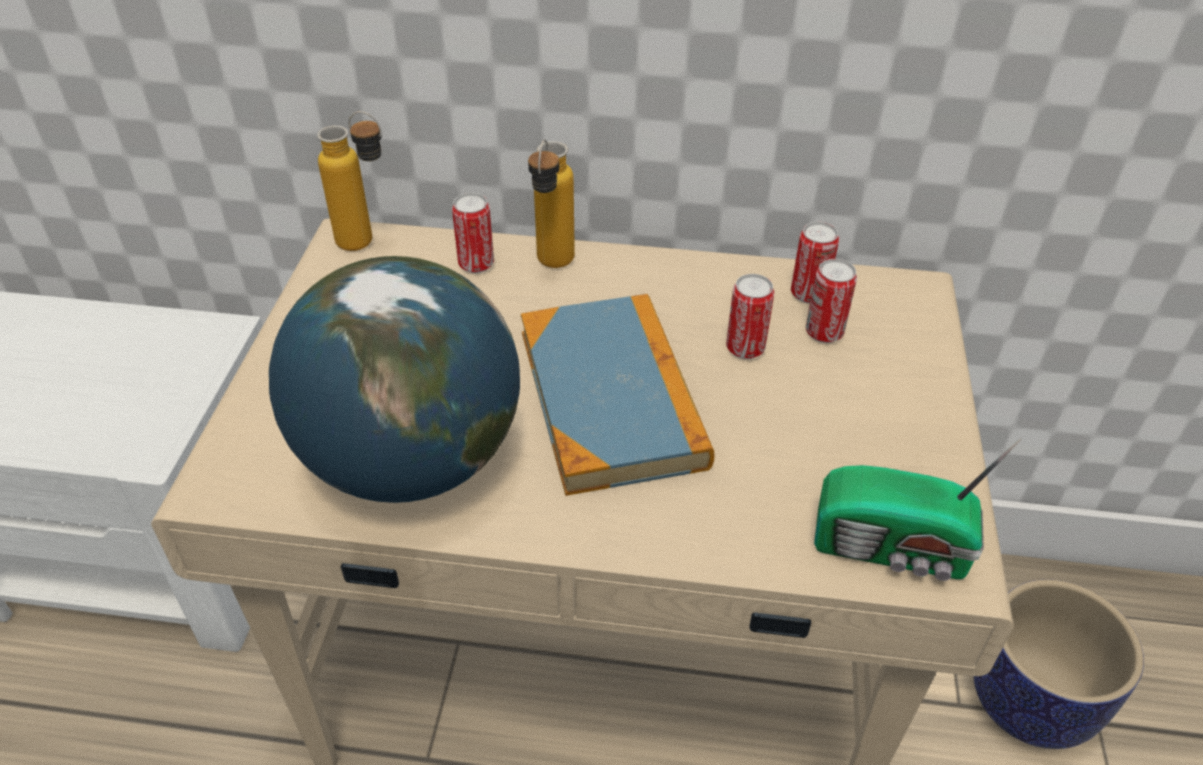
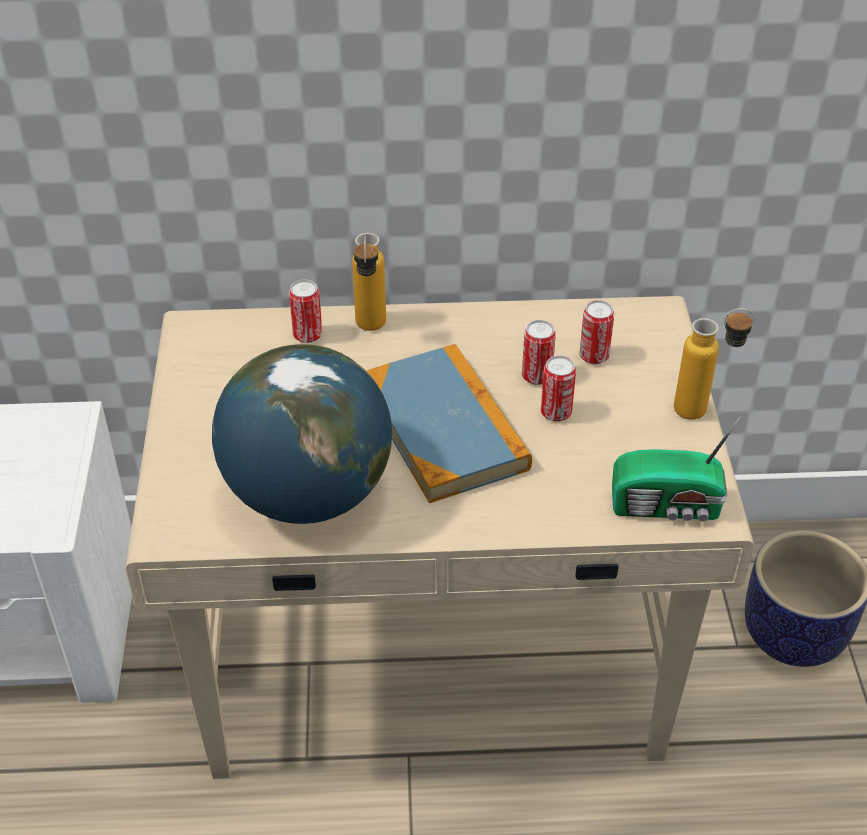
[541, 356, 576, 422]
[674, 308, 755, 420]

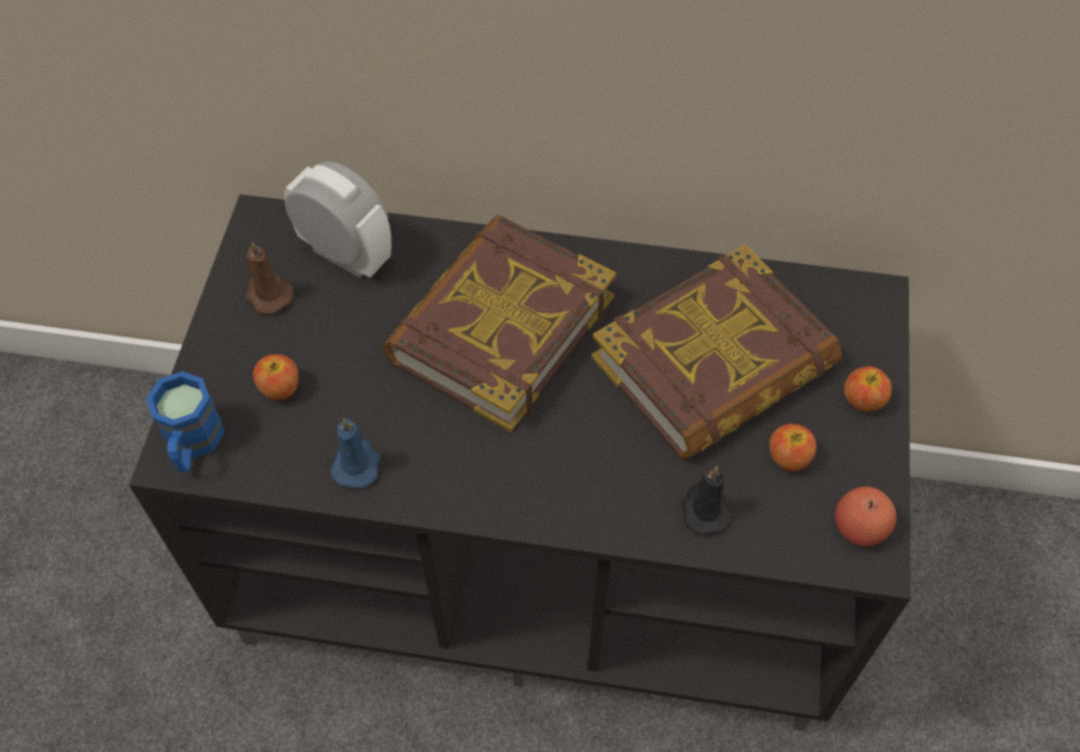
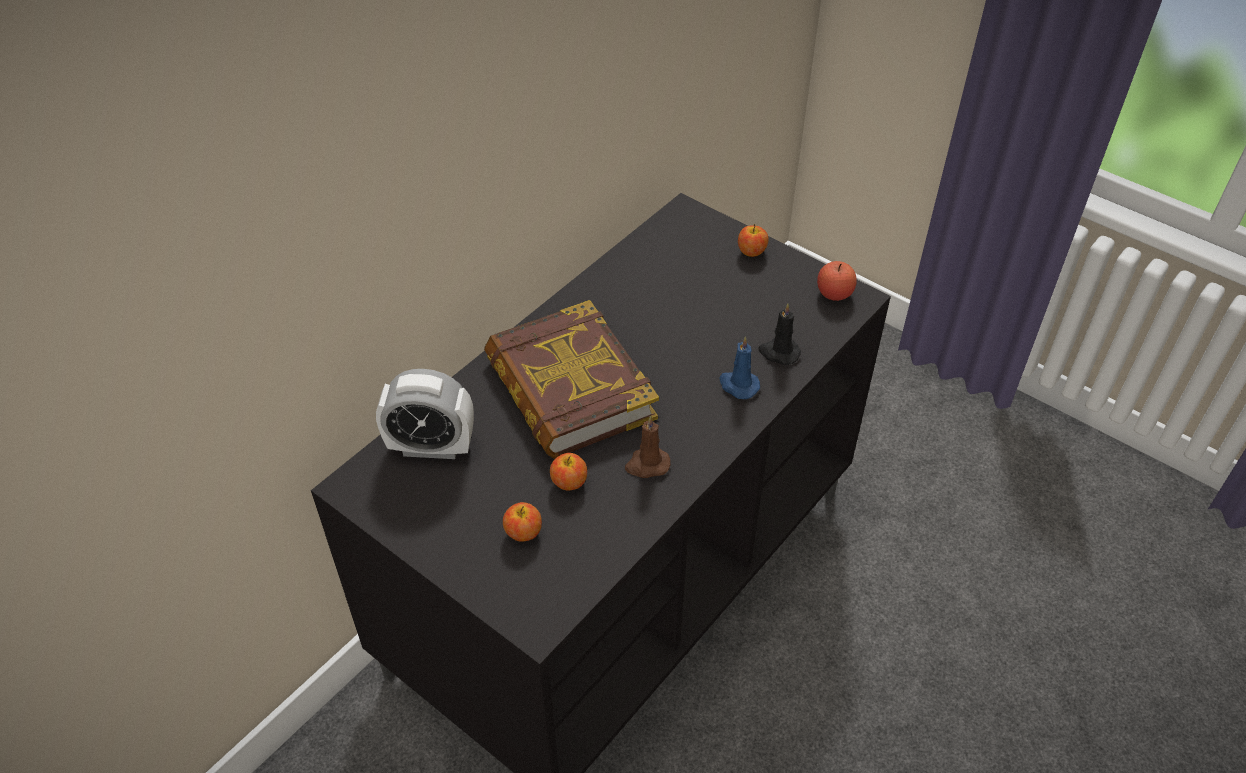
[376, 369, 474, 459]
[550, 453, 587, 490]
[625, 415, 671, 478]
[719, 336, 760, 399]
[146, 371, 225, 472] (first image)
[591, 244, 842, 459] (first image)

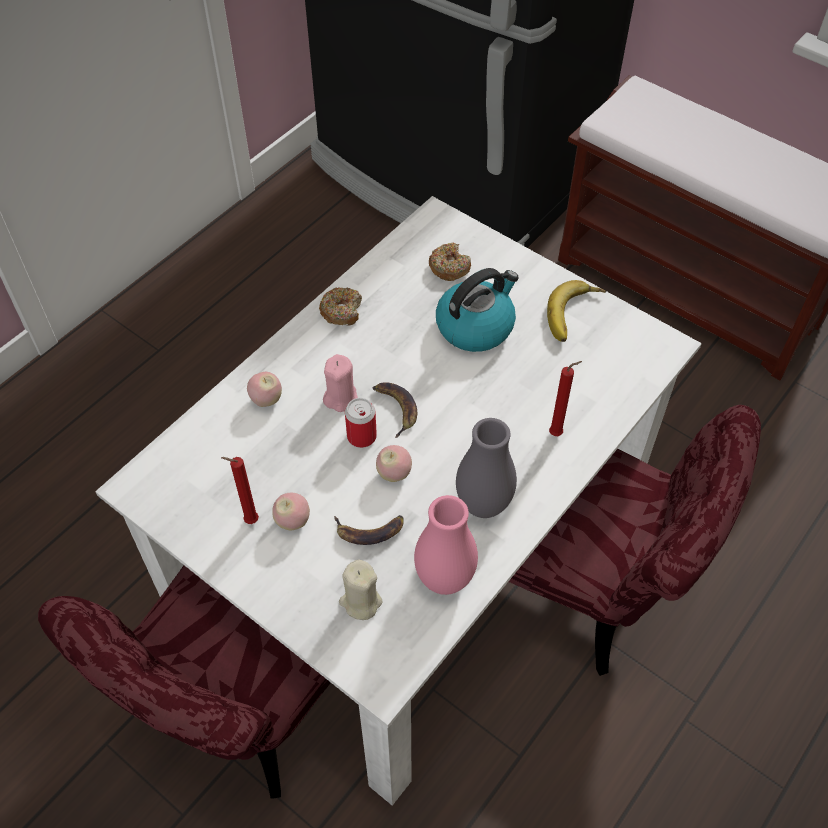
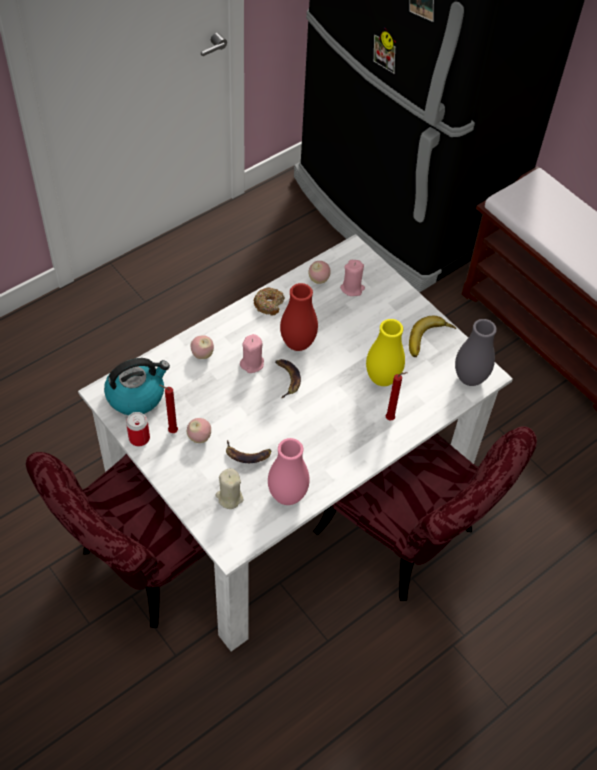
[104, 358, 170, 415]
[126, 412, 150, 446]
[280, 283, 318, 351]
[308, 261, 331, 284]
[340, 260, 365, 296]
[366, 319, 405, 386]
[455, 319, 497, 386]

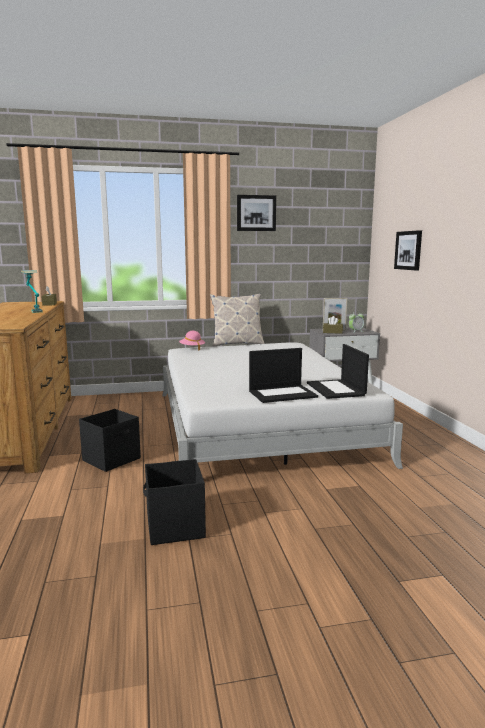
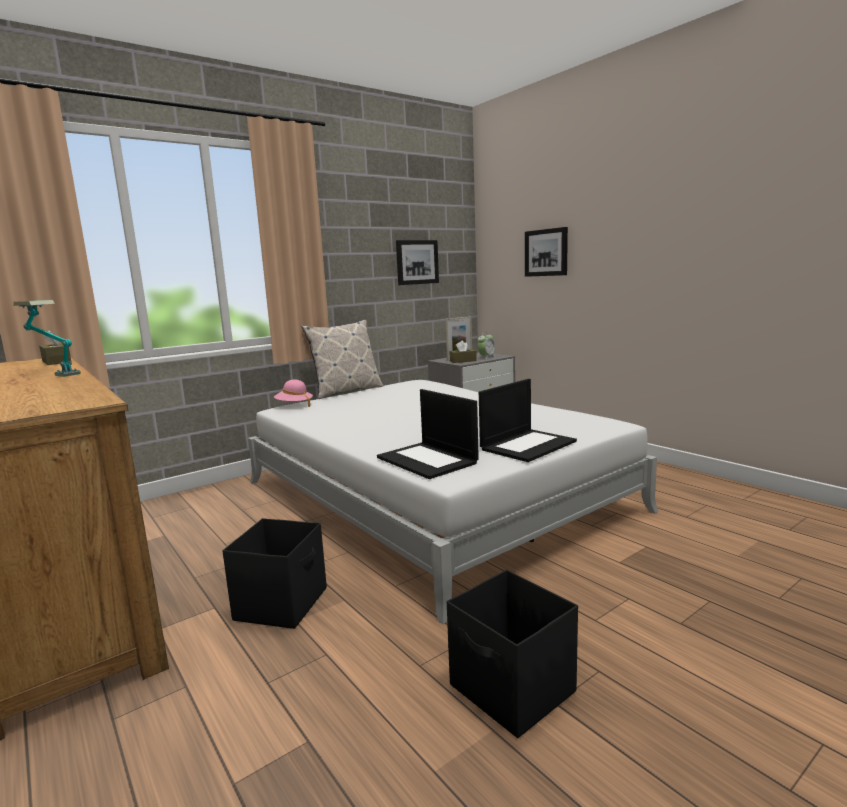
[377, 389, 479, 479]
[396, 240, 439, 285]

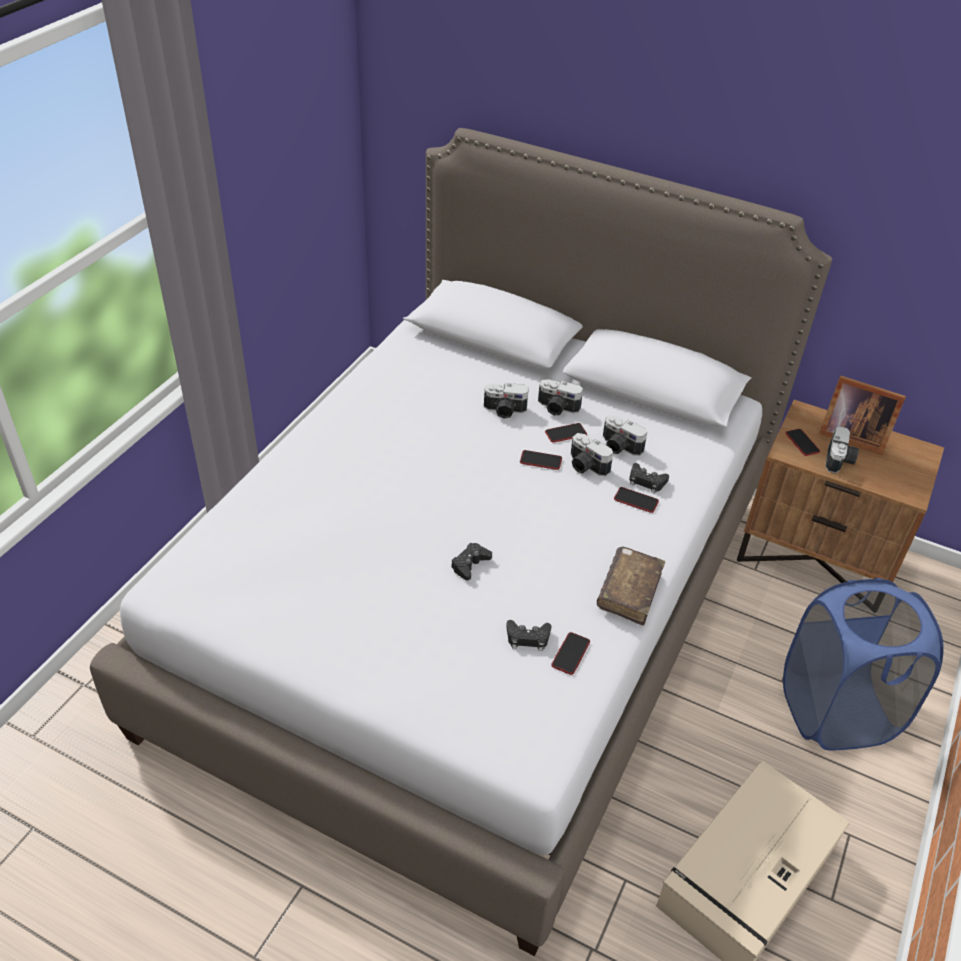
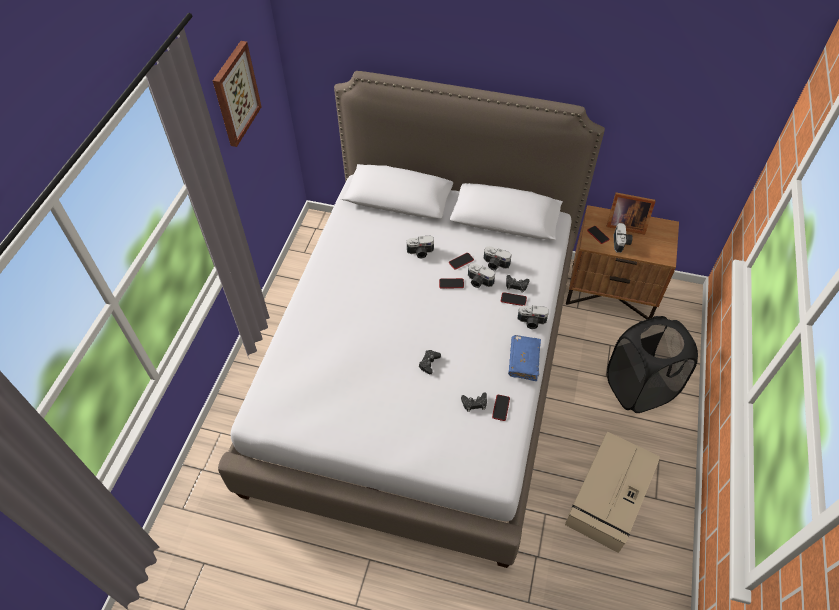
[213, 41, 262, 147]
[508, 335, 541, 381]
[517, 305, 549, 329]
[607, 316, 698, 413]

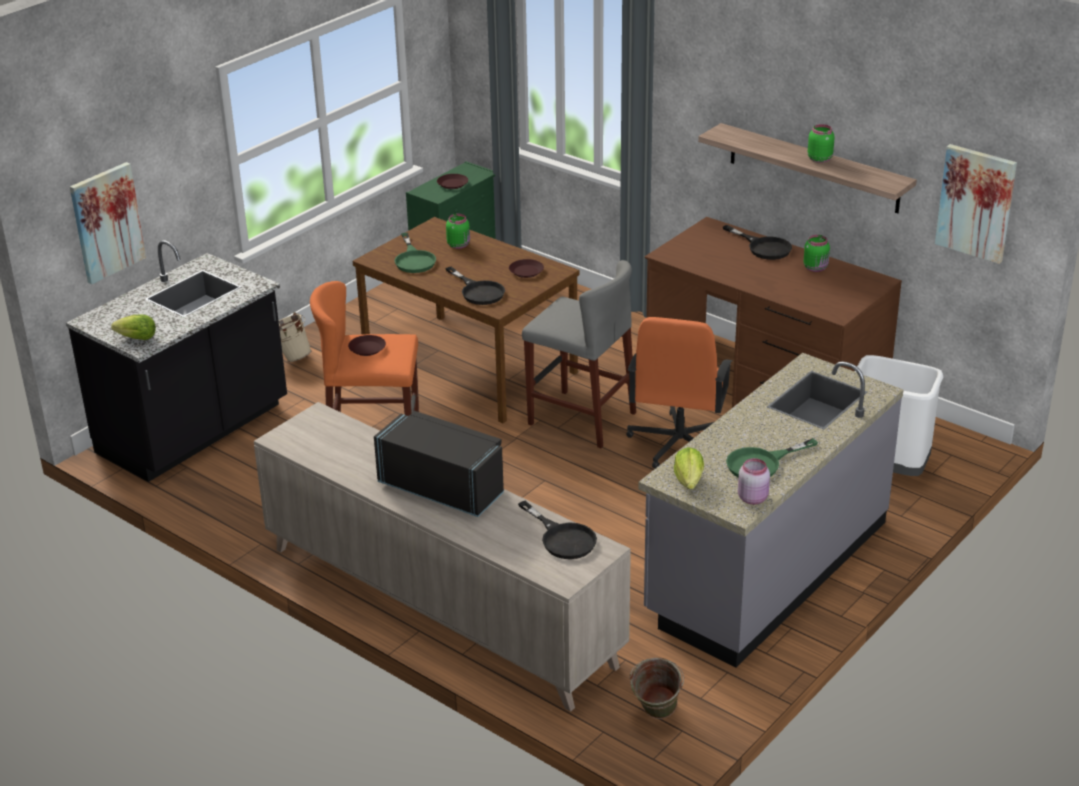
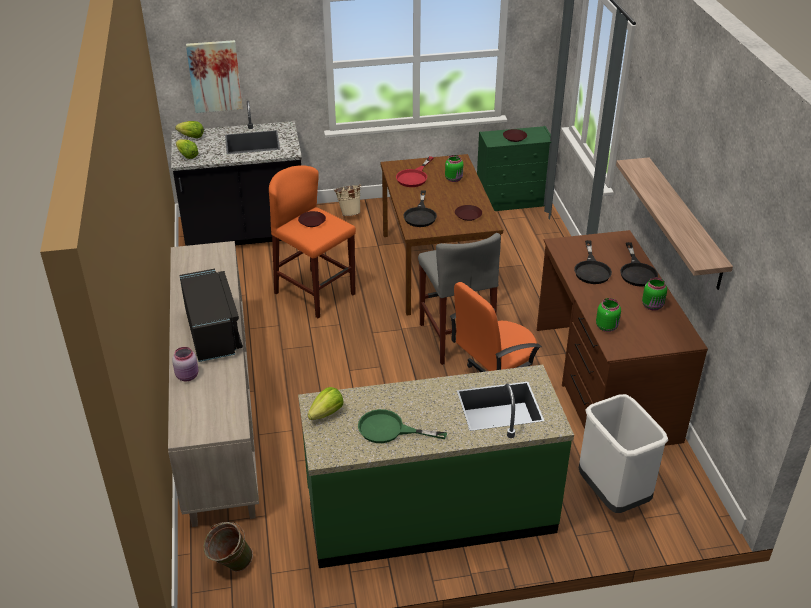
[172, 347, 198, 381]
[175, 121, 204, 138]
[298, 365, 574, 568]
[396, 156, 434, 187]
[574, 240, 612, 284]
[596, 298, 621, 332]
[935, 144, 1017, 264] (first image)

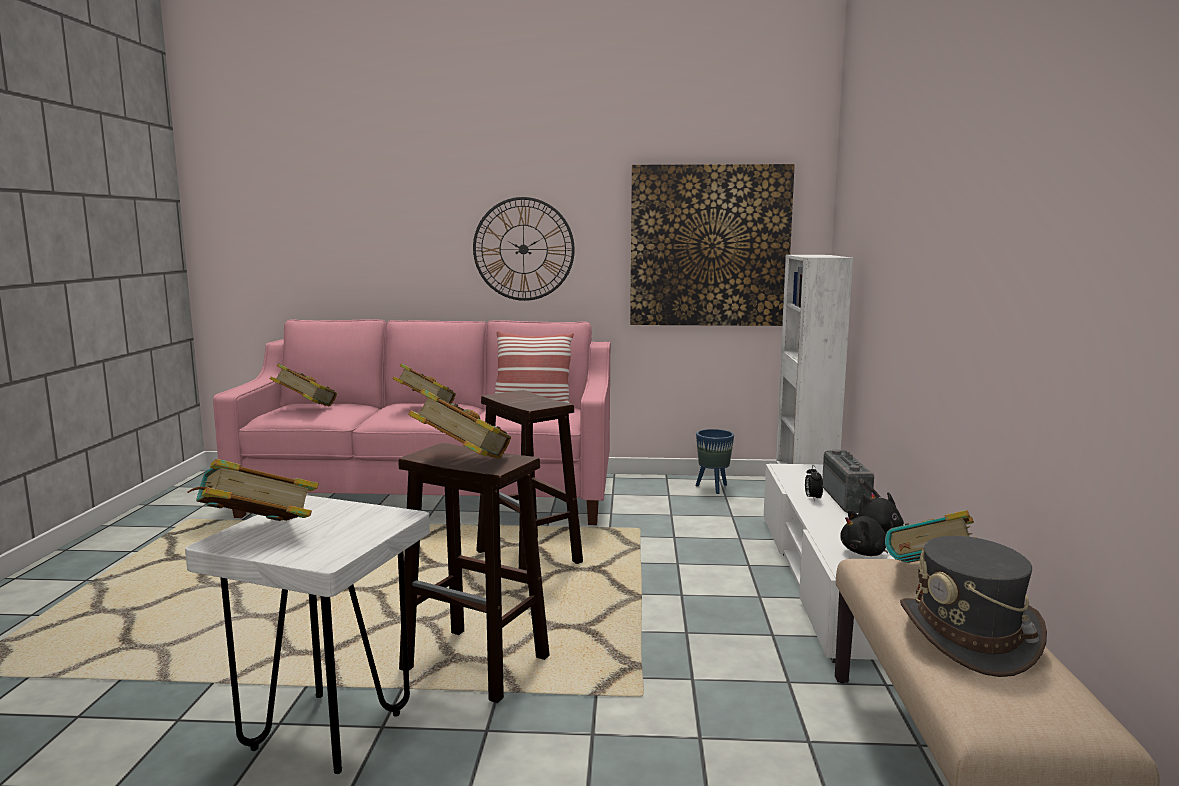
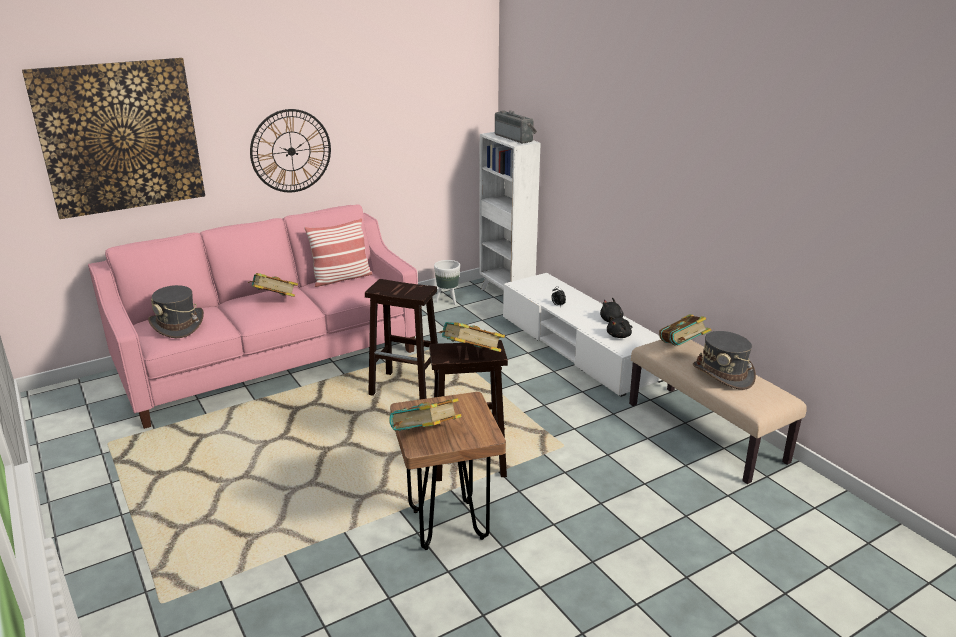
[22, 58, 205, 219]
[148, 285, 204, 338]
[390, 392, 506, 550]
[434, 260, 460, 305]
[495, 110, 537, 143]

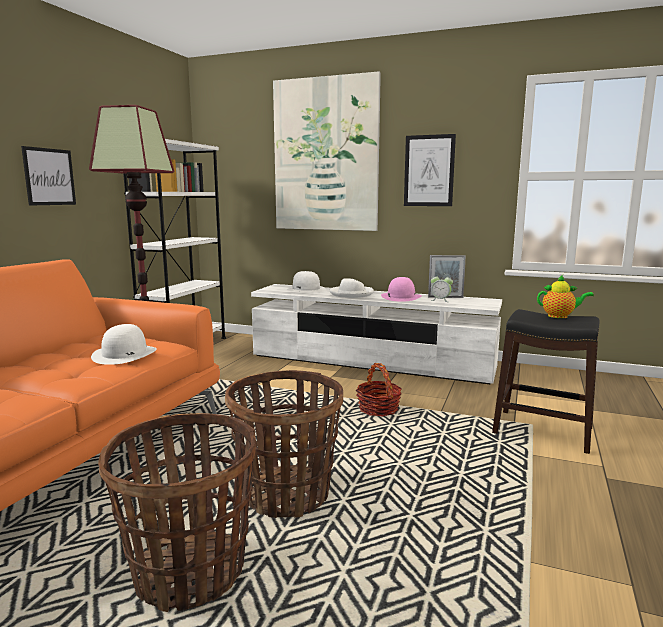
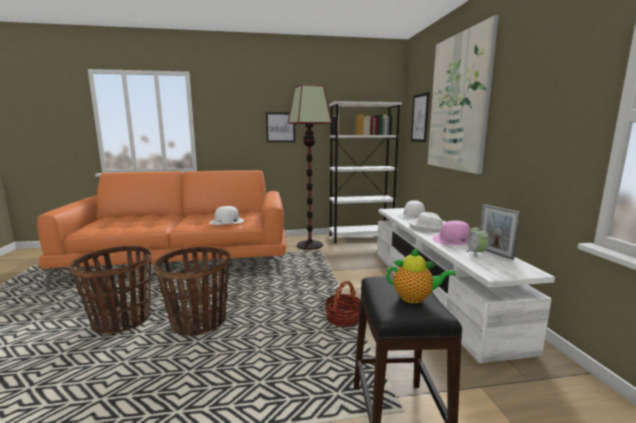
[386, 248, 456, 303]
[411, 92, 429, 142]

